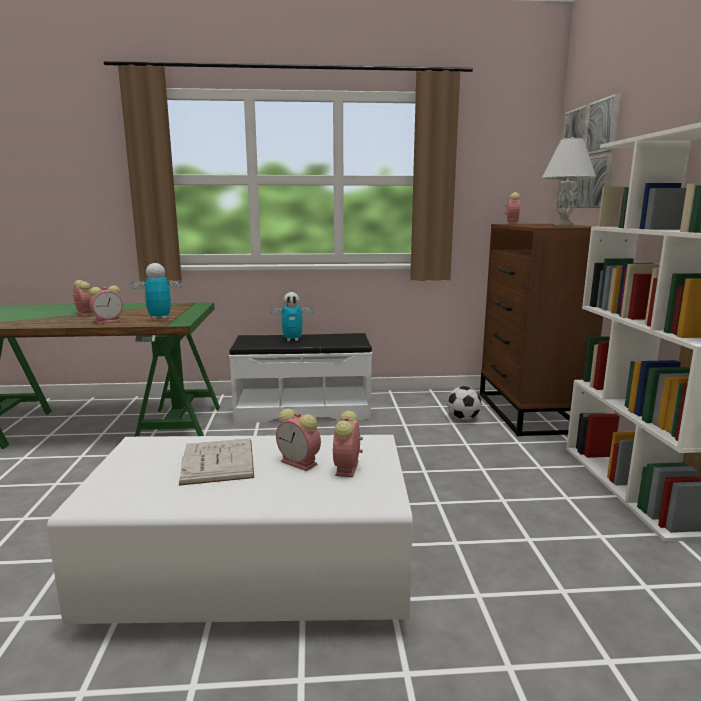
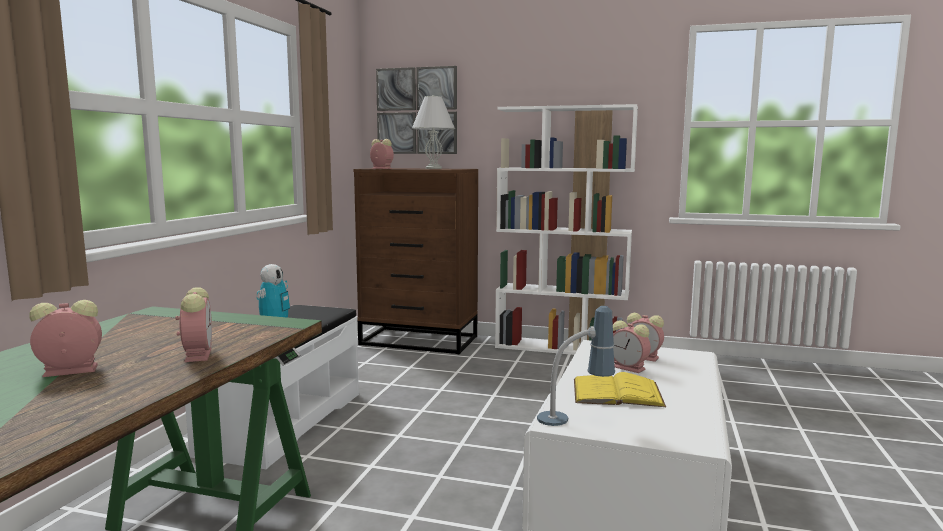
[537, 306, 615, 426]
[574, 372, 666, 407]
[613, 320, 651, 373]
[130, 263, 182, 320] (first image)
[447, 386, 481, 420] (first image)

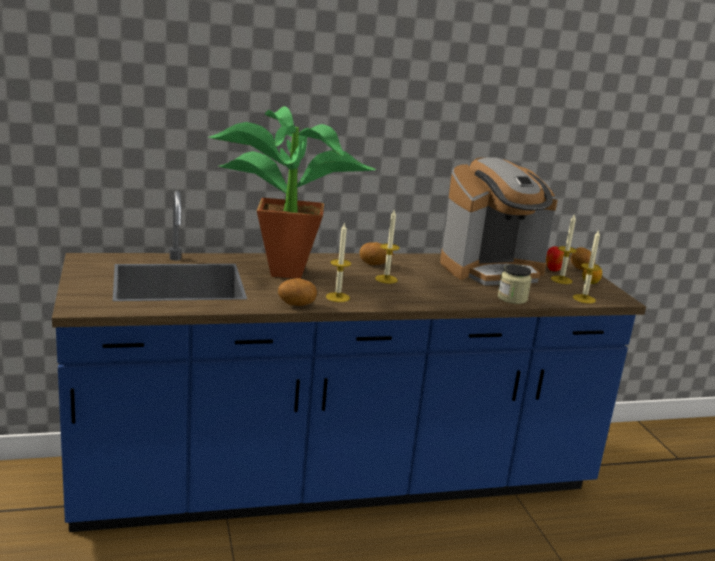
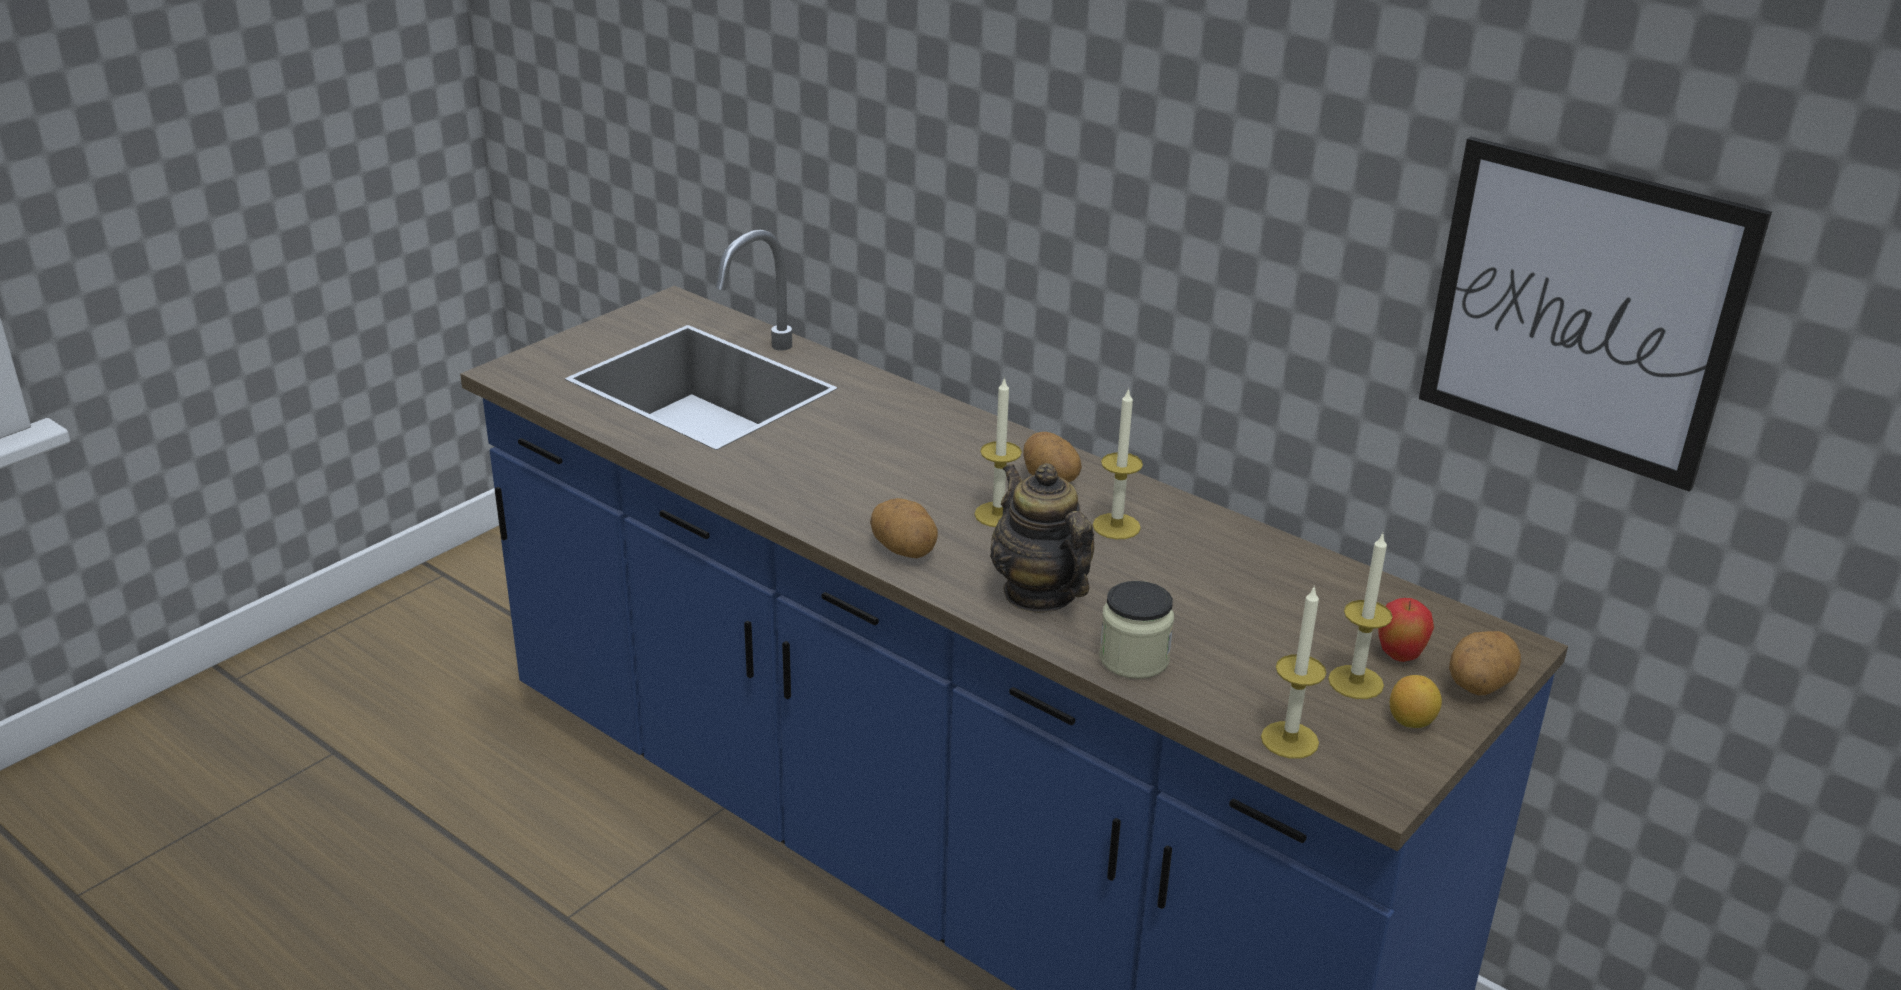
[870, 498, 938, 558]
[990, 463, 1094, 613]
[1093, 388, 1143, 539]
[1419, 137, 1772, 492]
[209, 106, 376, 279] (first image)
[440, 157, 558, 286] (first image)

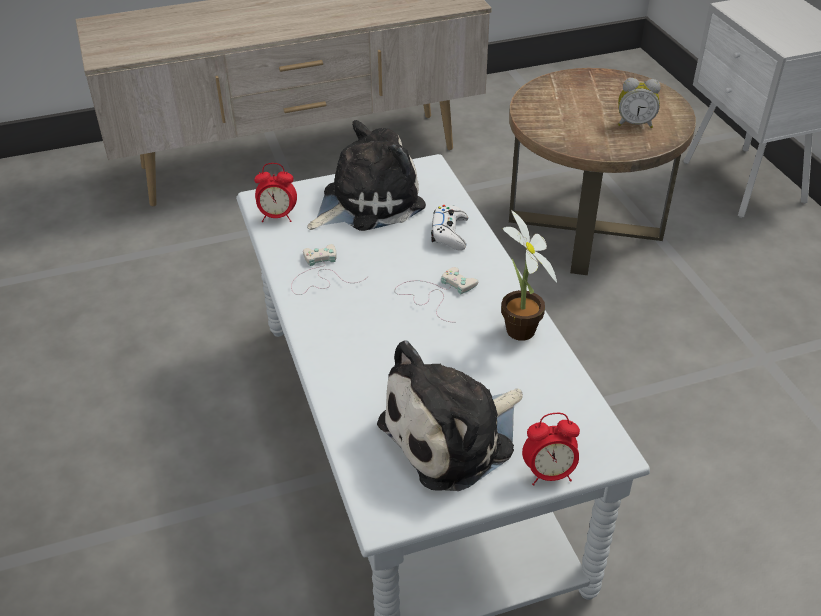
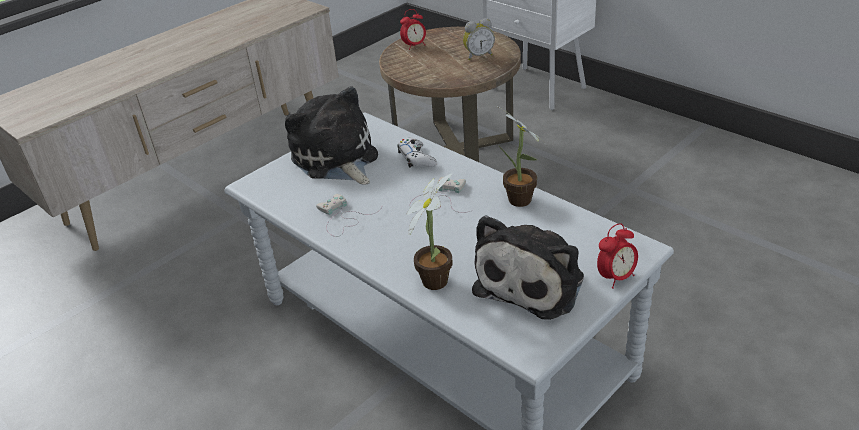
[285, 86, 378, 185]
[400, 9, 426, 50]
[407, 173, 453, 290]

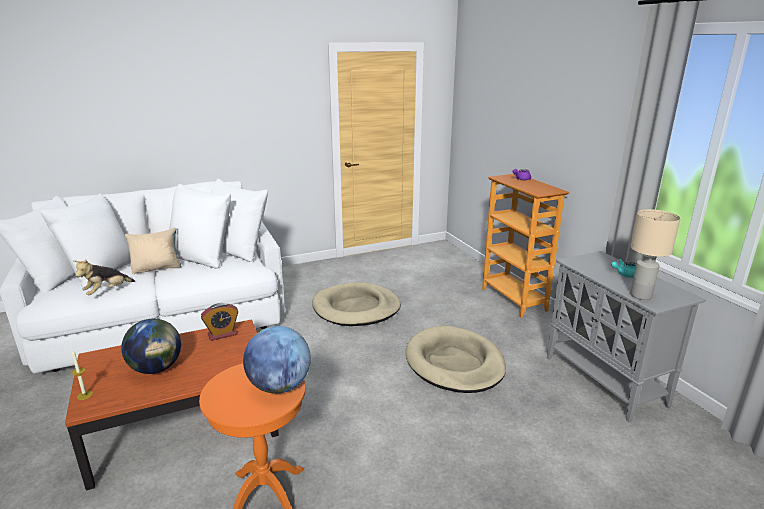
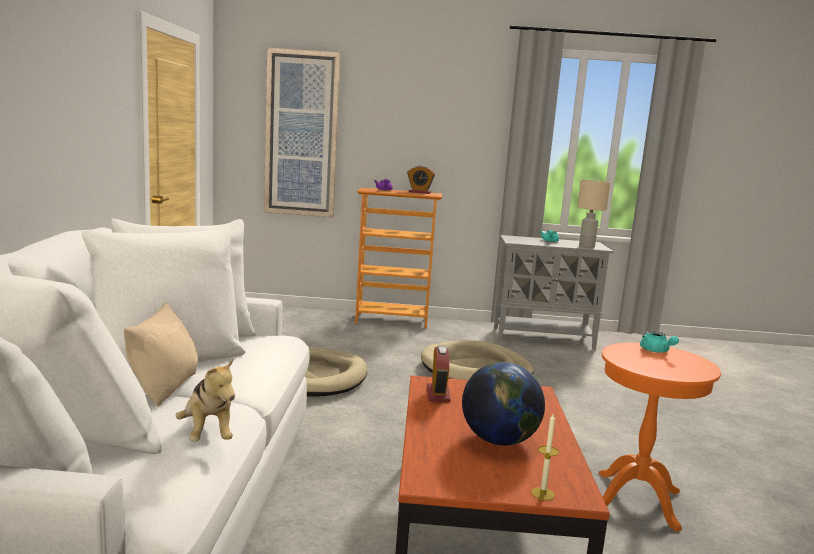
[264, 47, 341, 217]
[407, 165, 435, 194]
[640, 331, 679, 352]

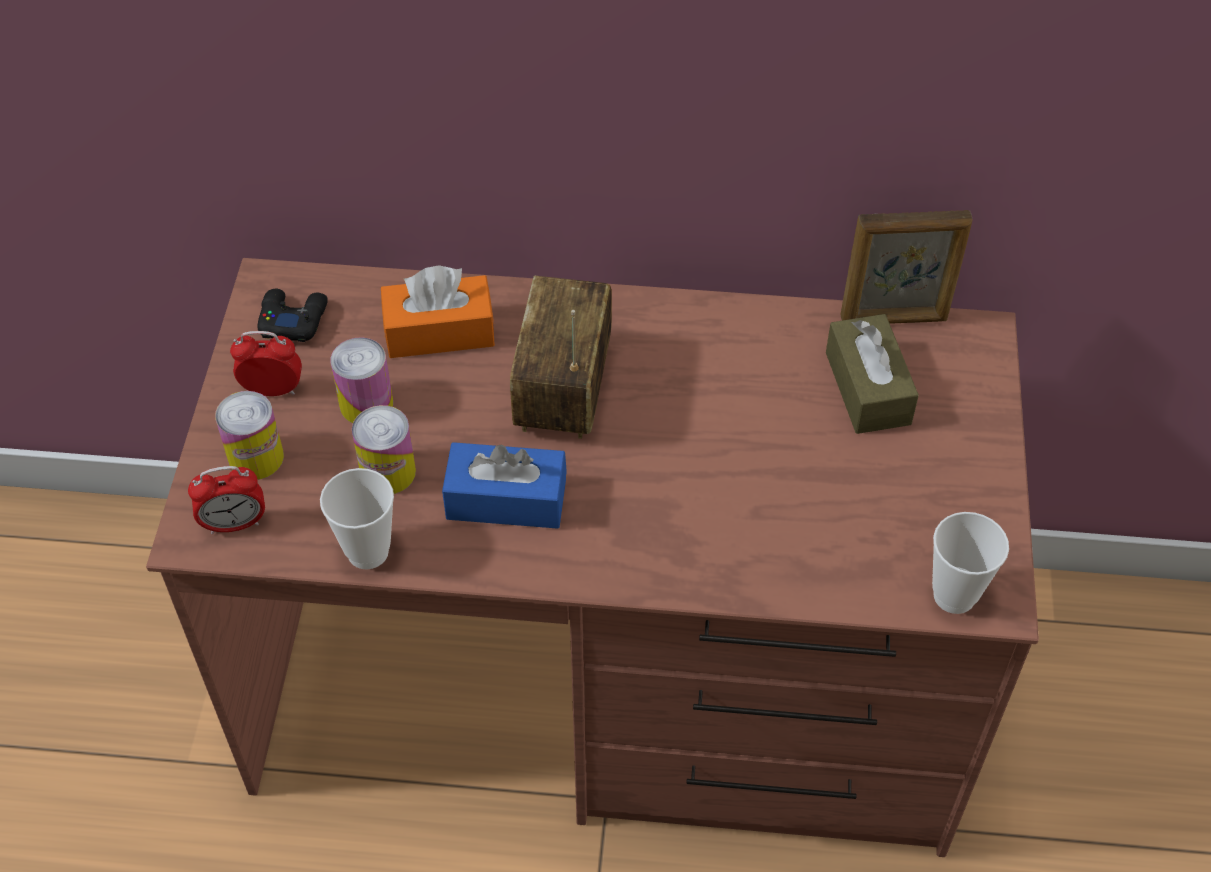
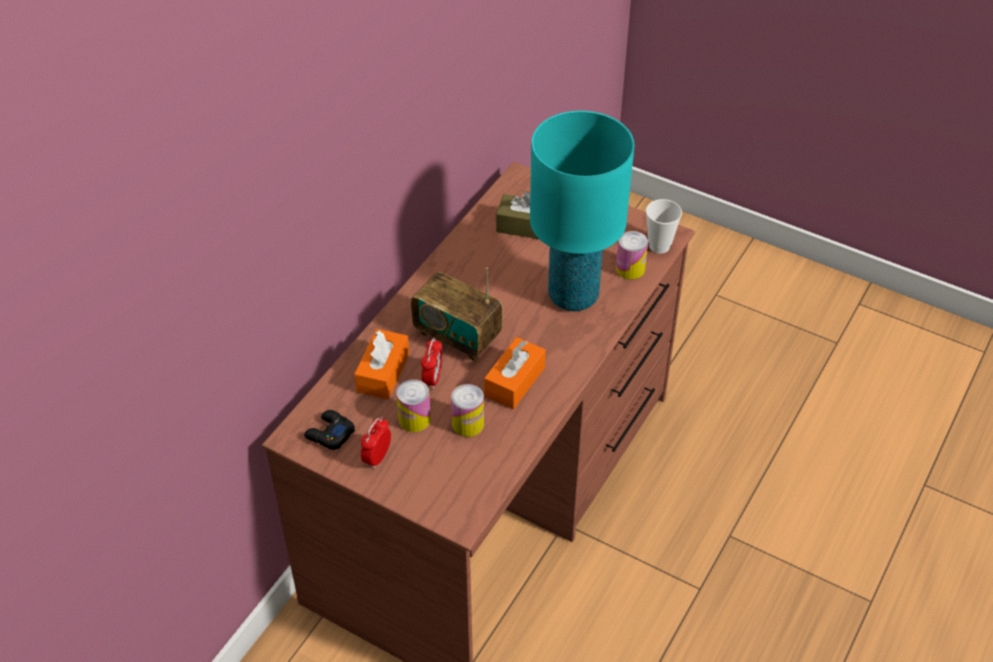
[421, 338, 442, 389]
[484, 337, 546, 409]
[530, 111, 635, 311]
[616, 231, 648, 280]
[320, 468, 394, 569] (first image)
[840, 210, 973, 324] (first image)

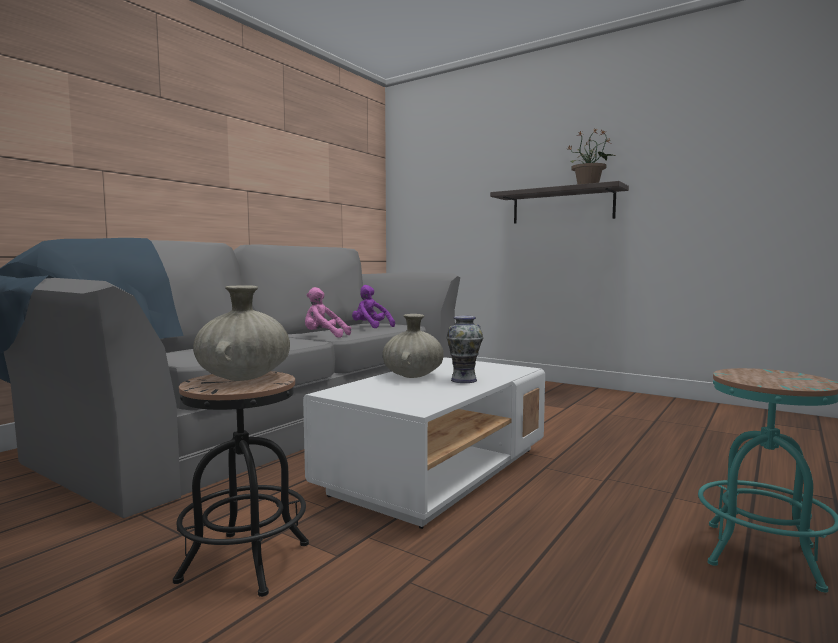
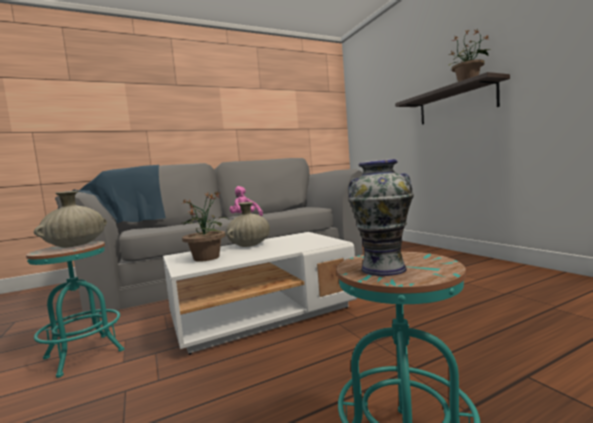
[26, 241, 124, 378]
[182, 191, 230, 262]
[348, 159, 414, 276]
[352, 285, 395, 328] (first image)

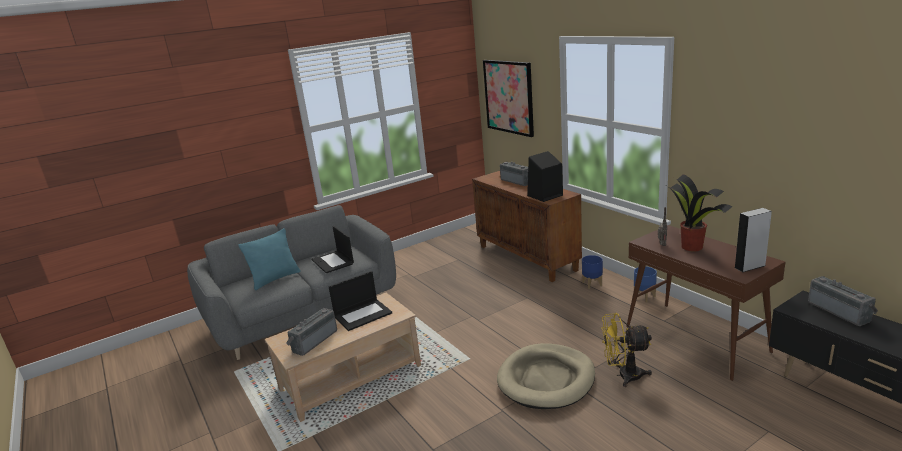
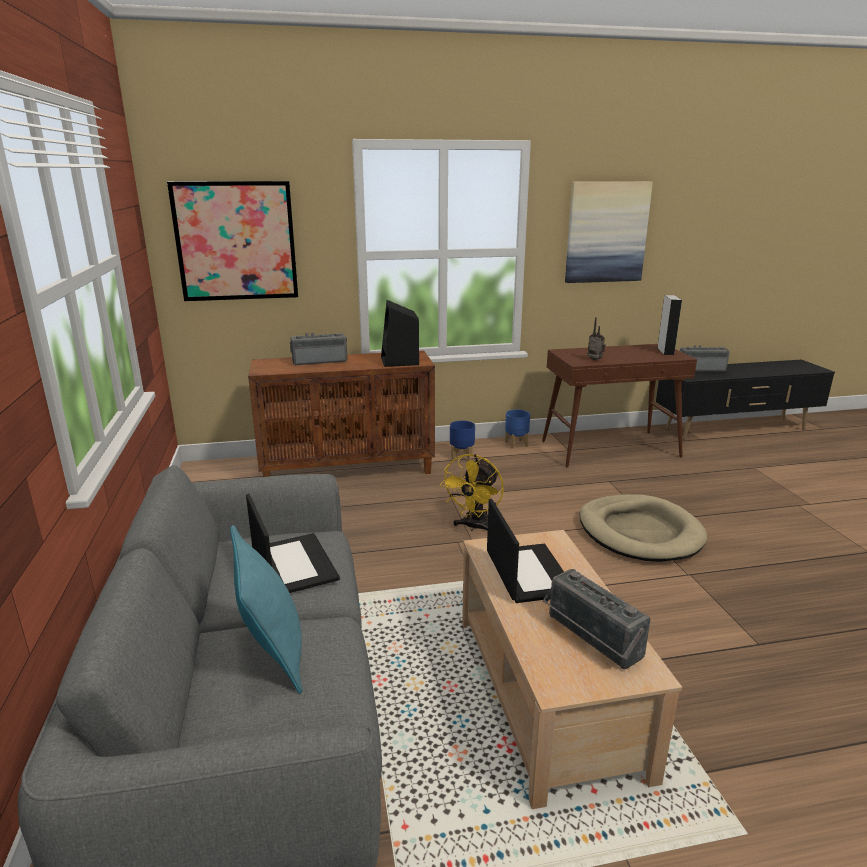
[246, 494, 340, 593]
[440, 454, 504, 531]
[565, 181, 653, 283]
[667, 174, 733, 251] (first image)

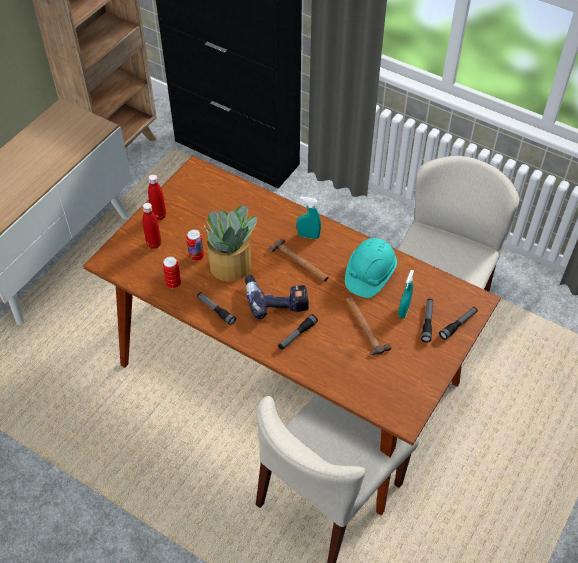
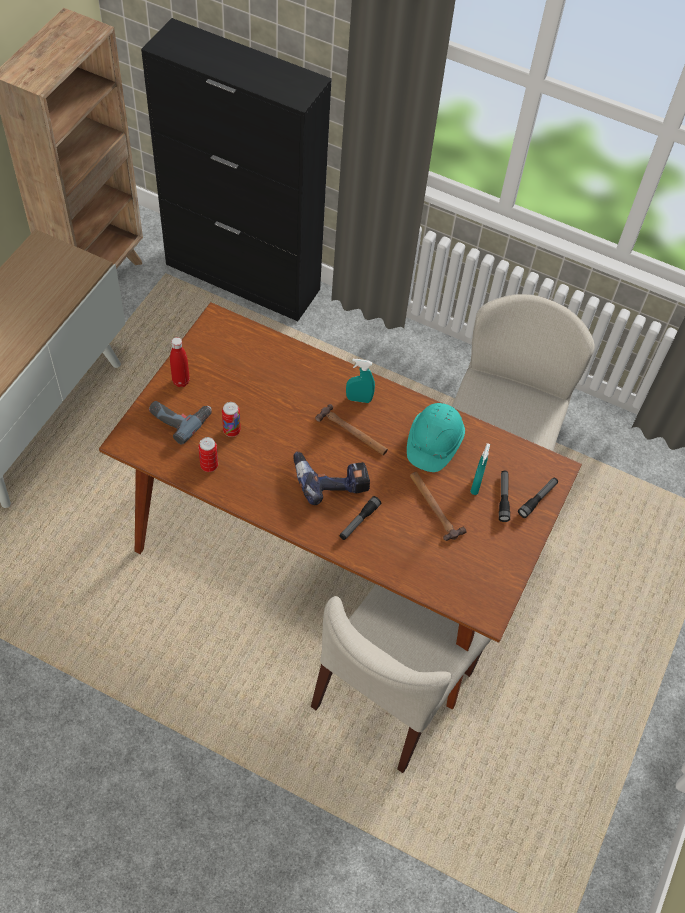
[149, 401, 212, 445]
[197, 292, 236, 325] (first image)
[204, 205, 257, 281] (first image)

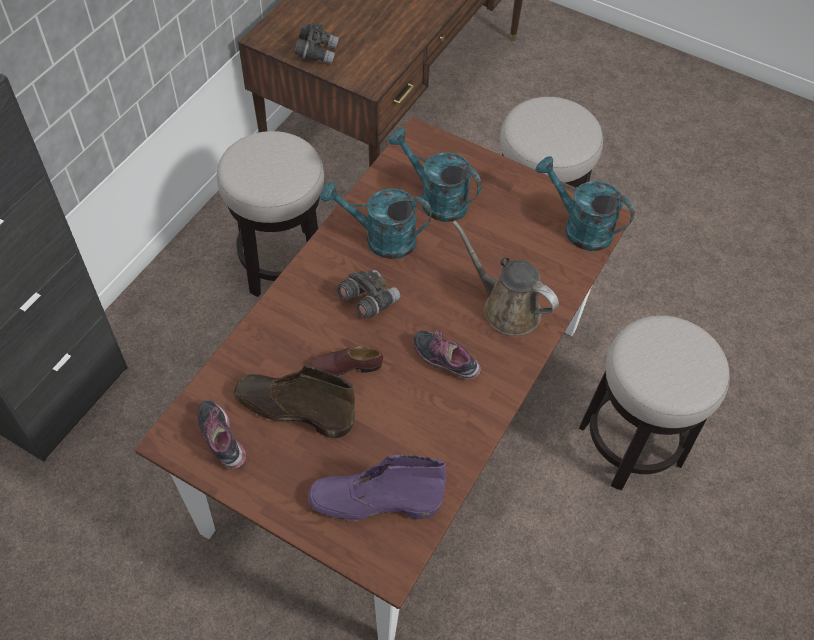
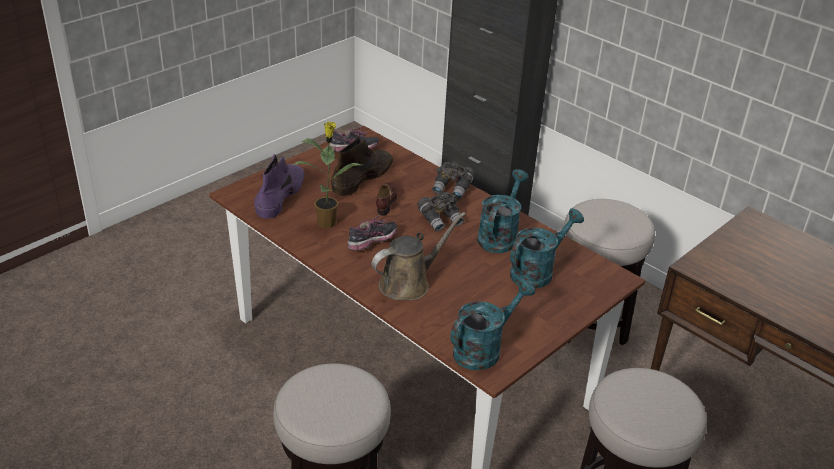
[292, 121, 361, 228]
[432, 161, 475, 199]

